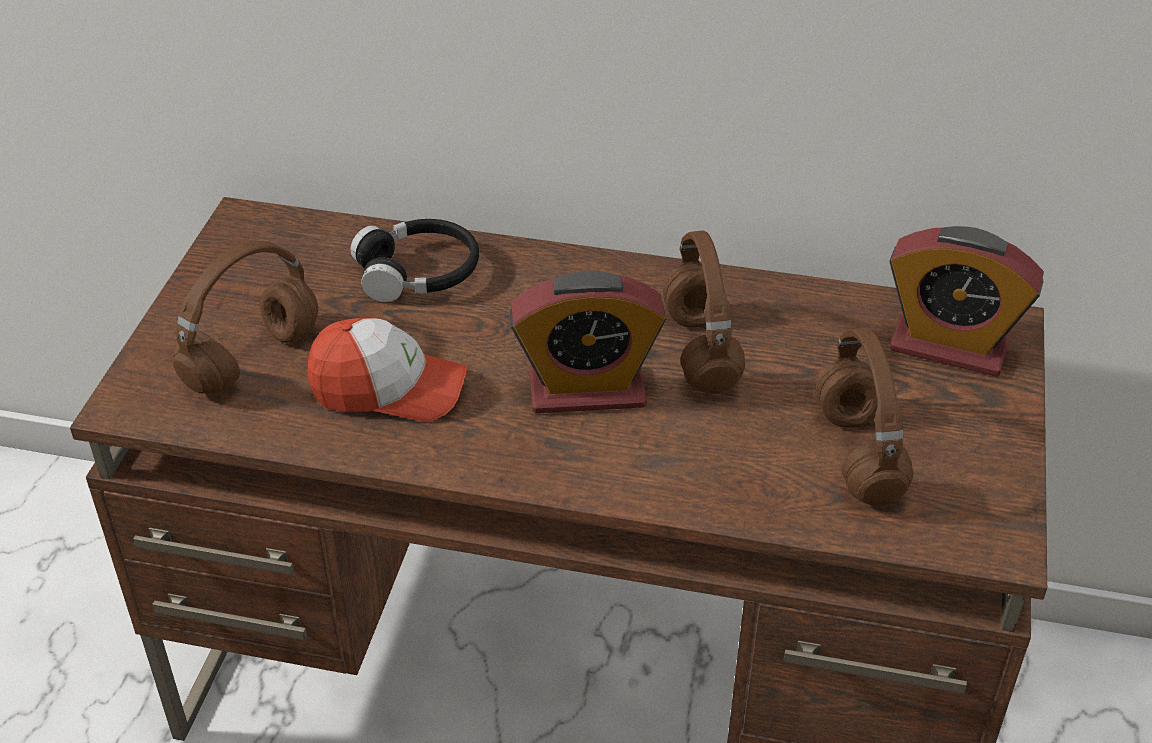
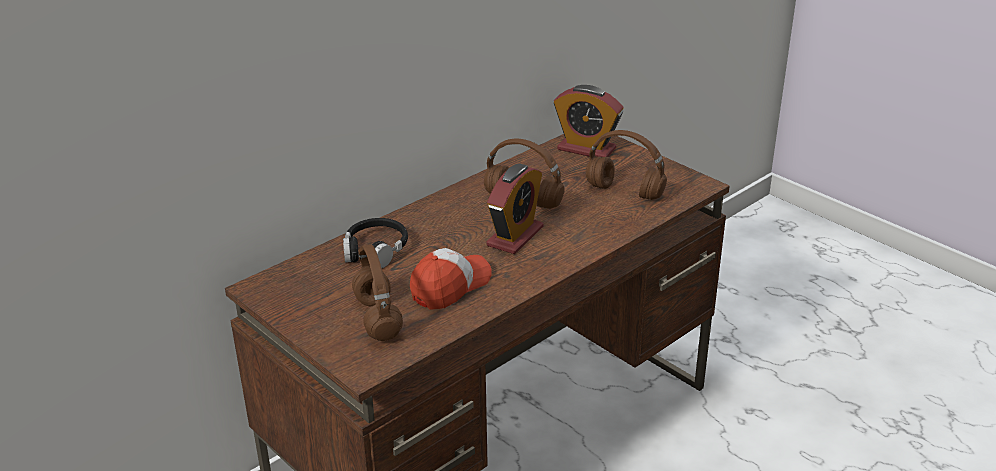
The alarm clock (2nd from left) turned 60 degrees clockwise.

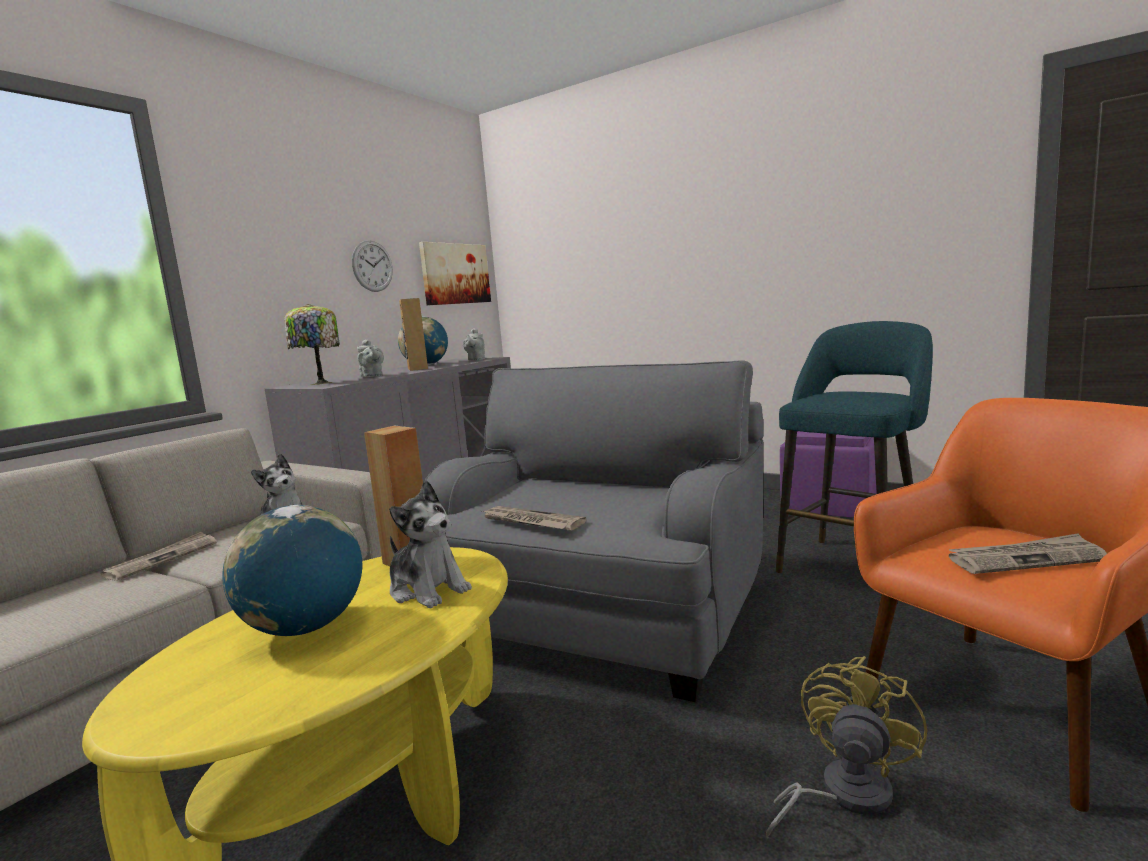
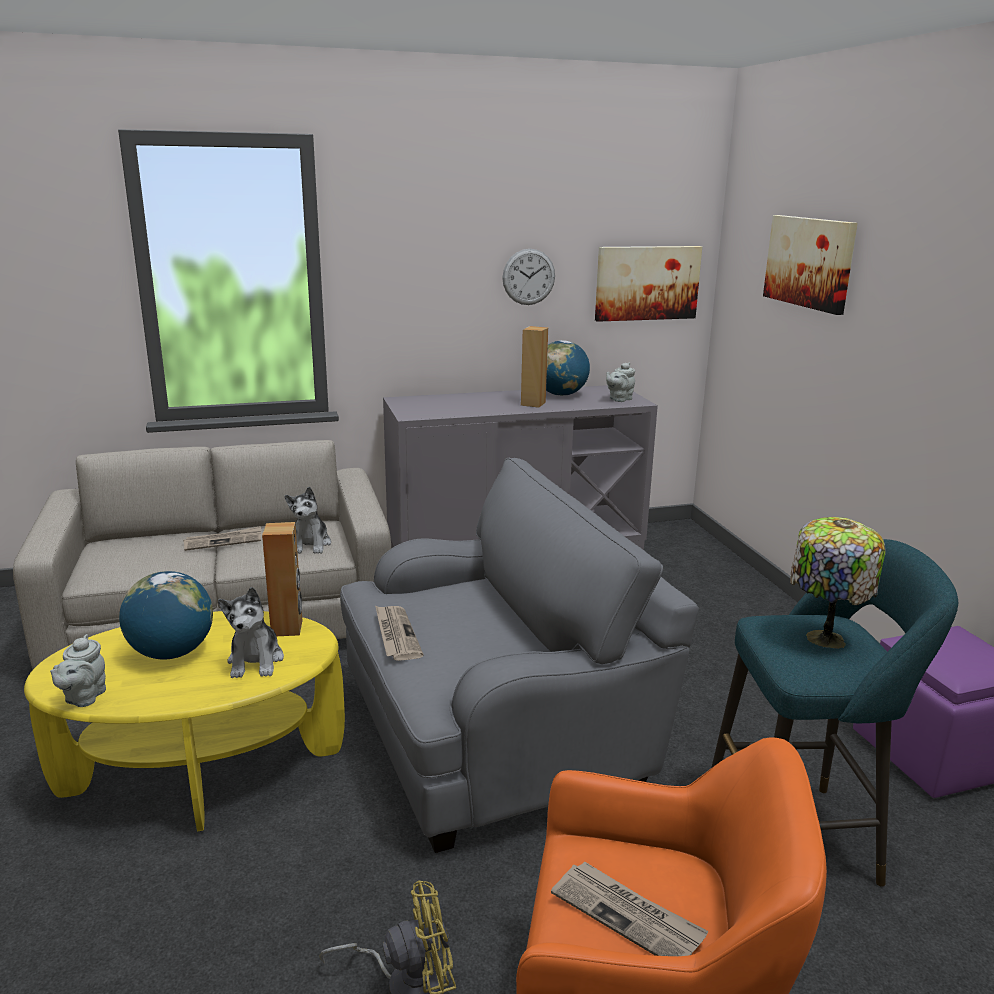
The grey teapot (1st from left) moved. The picture (2nd from left) appeared. The table lamp moved.

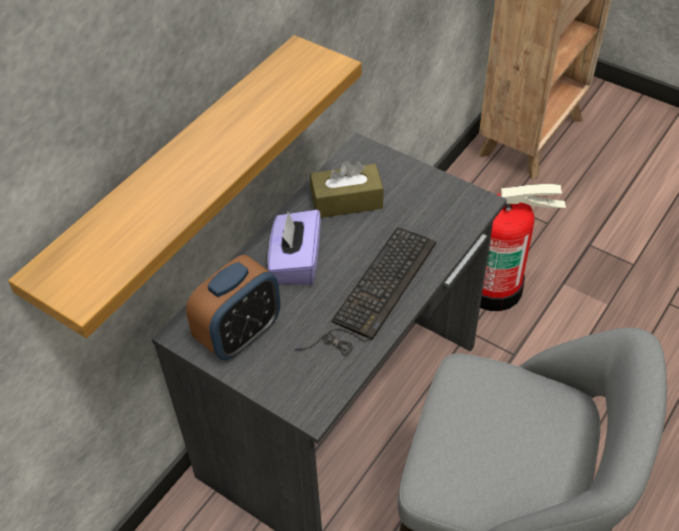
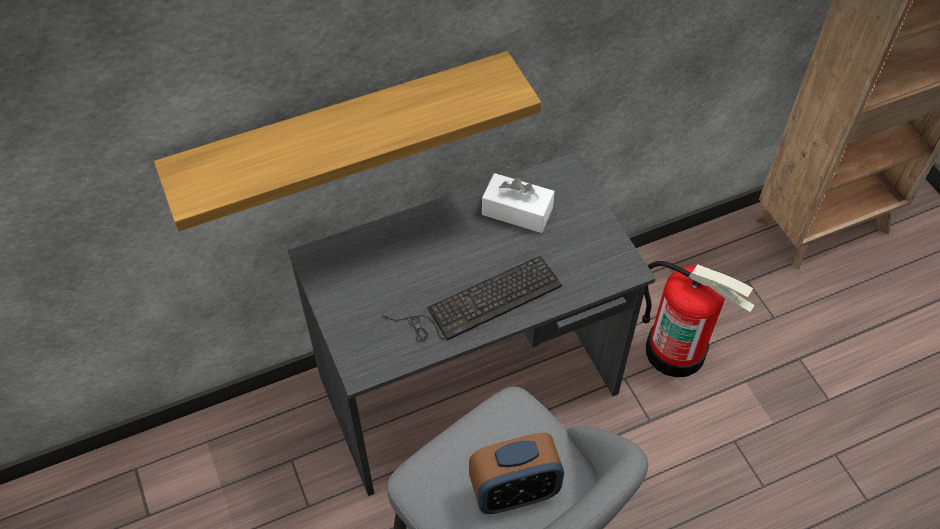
The alarm clock moved. The brown tissue box became the white tissue box. The purple tissue box disappeared.

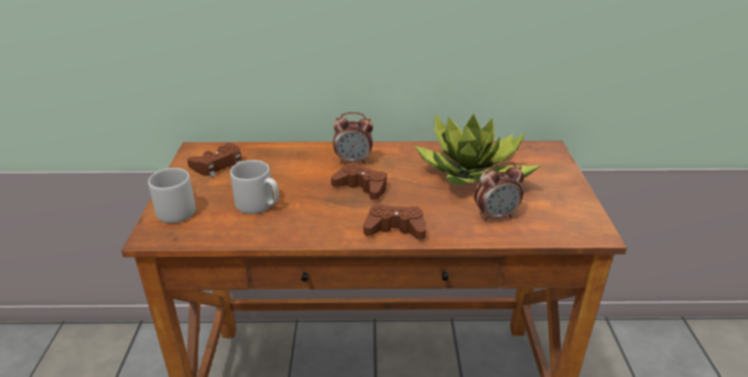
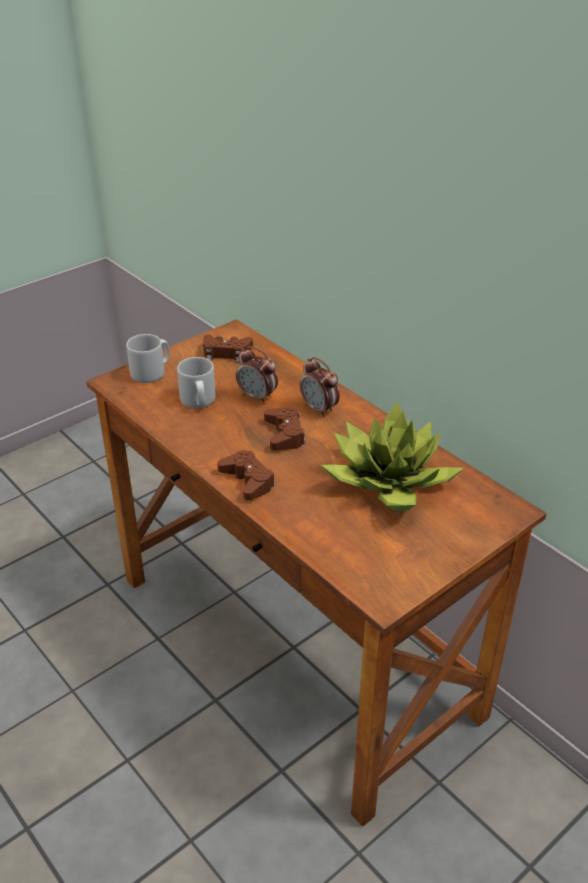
The alarm clock (2nd from left in the first image) moved.

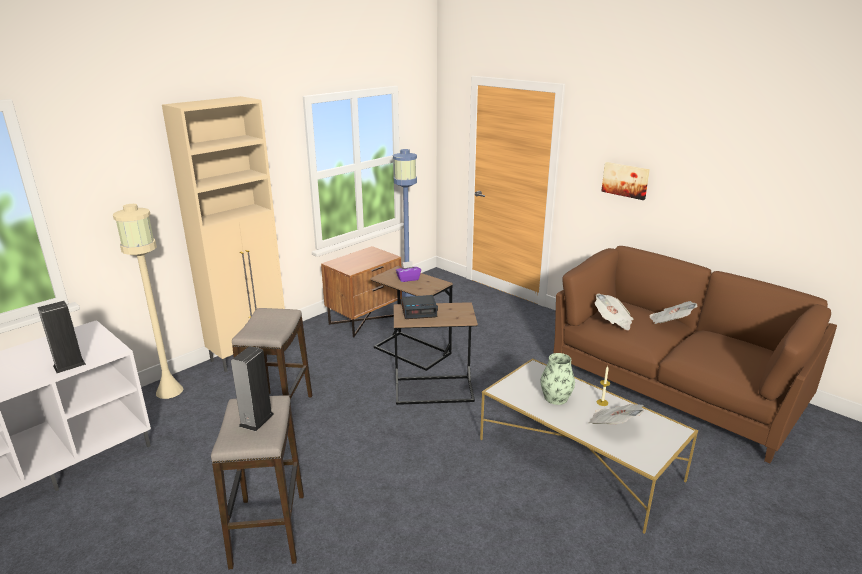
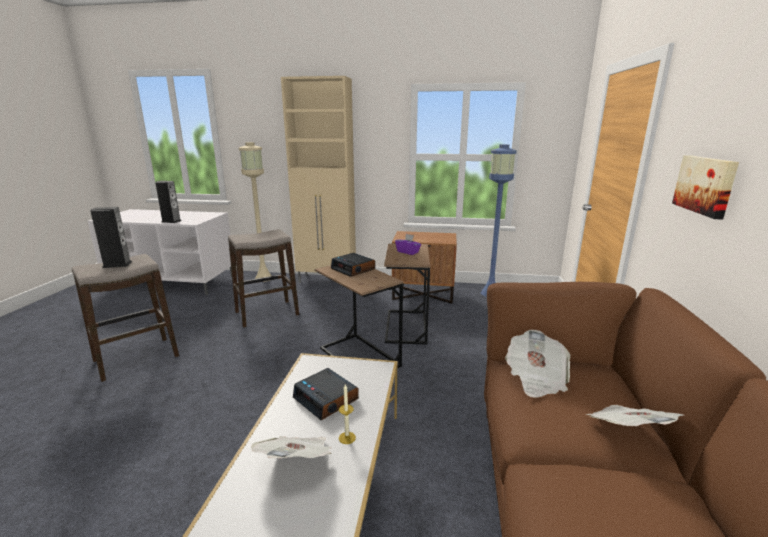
The vase was replaced by the alarm clock (1st from left).

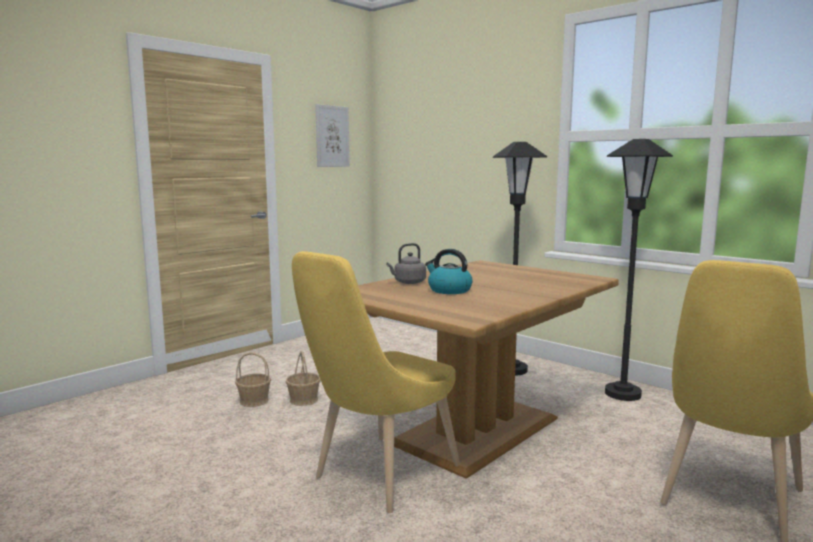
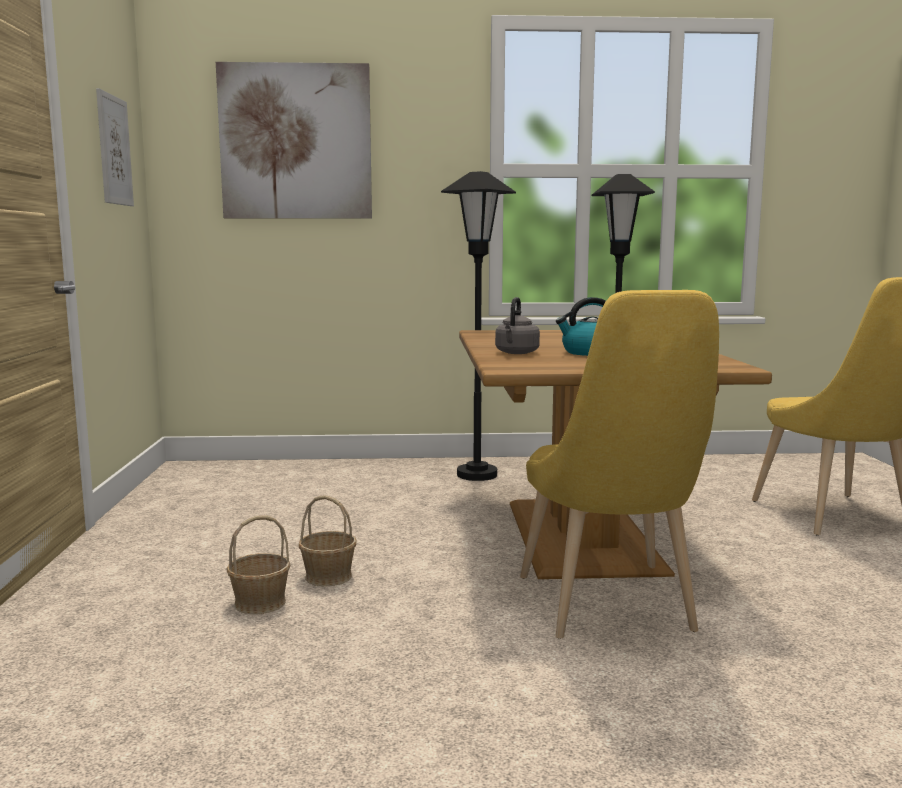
The picture (2nd from left) appeared.

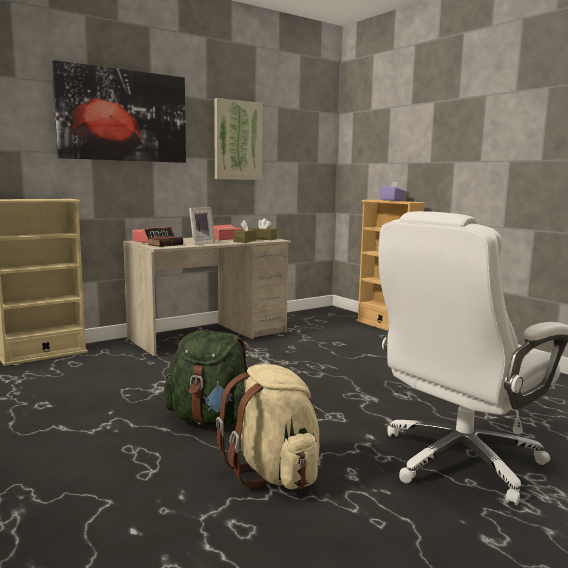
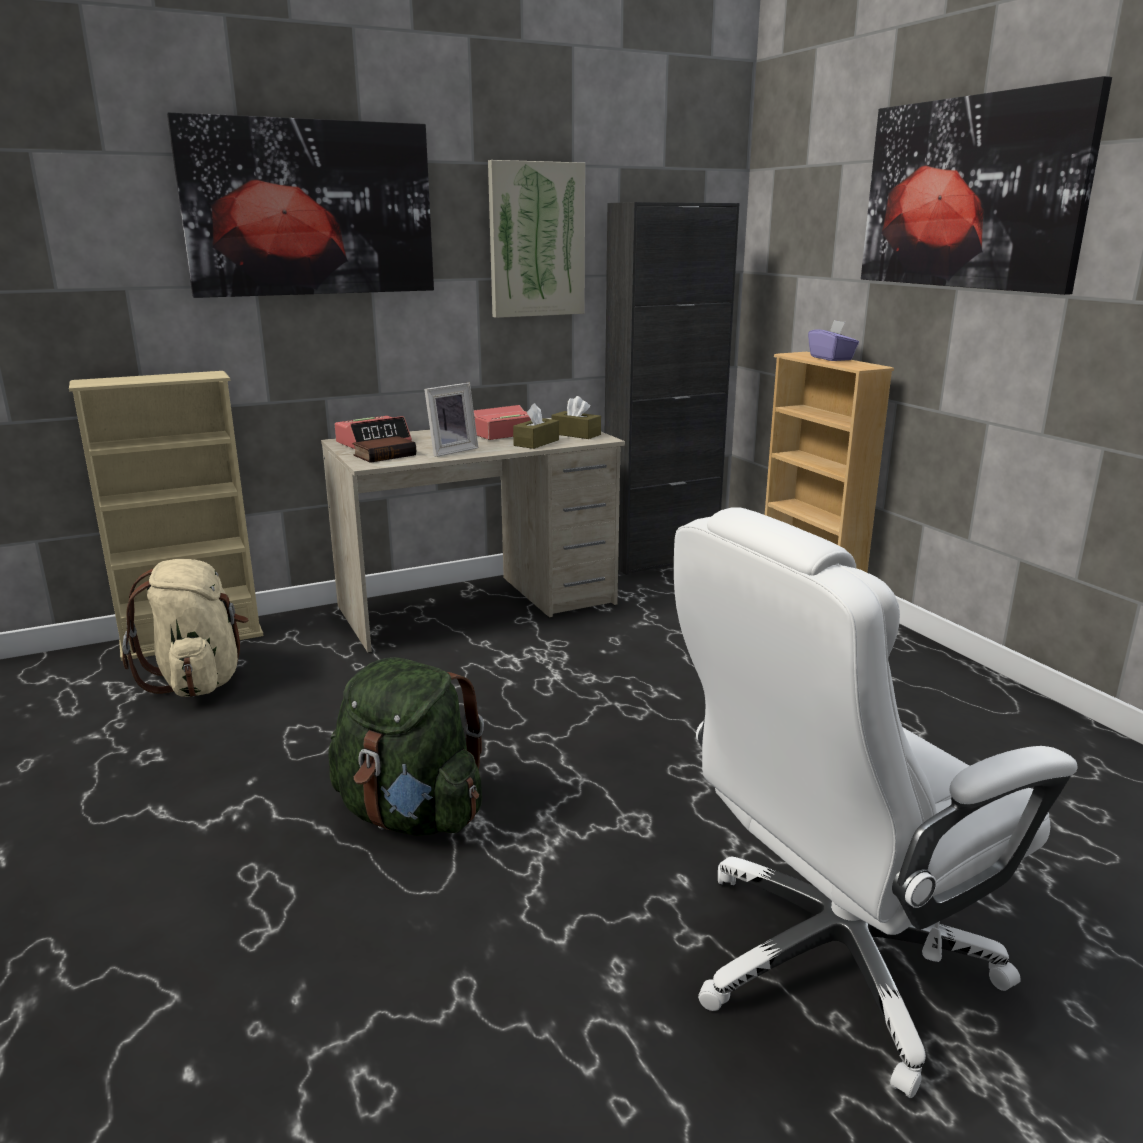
The beige backpack moved. The black cabinet appeared. The picture (3rd from left) appeared.

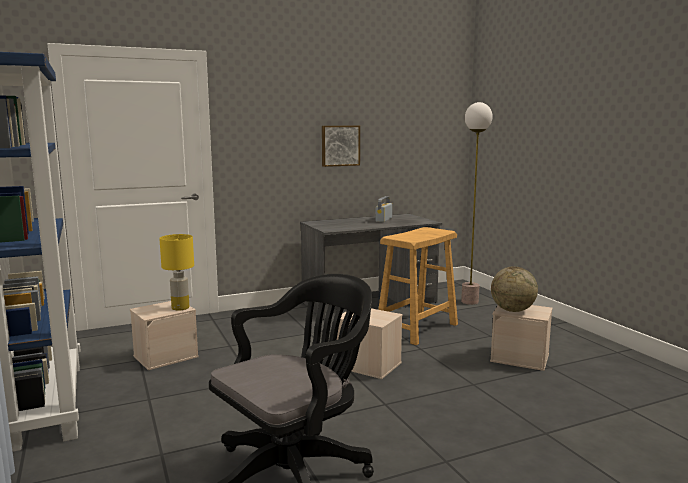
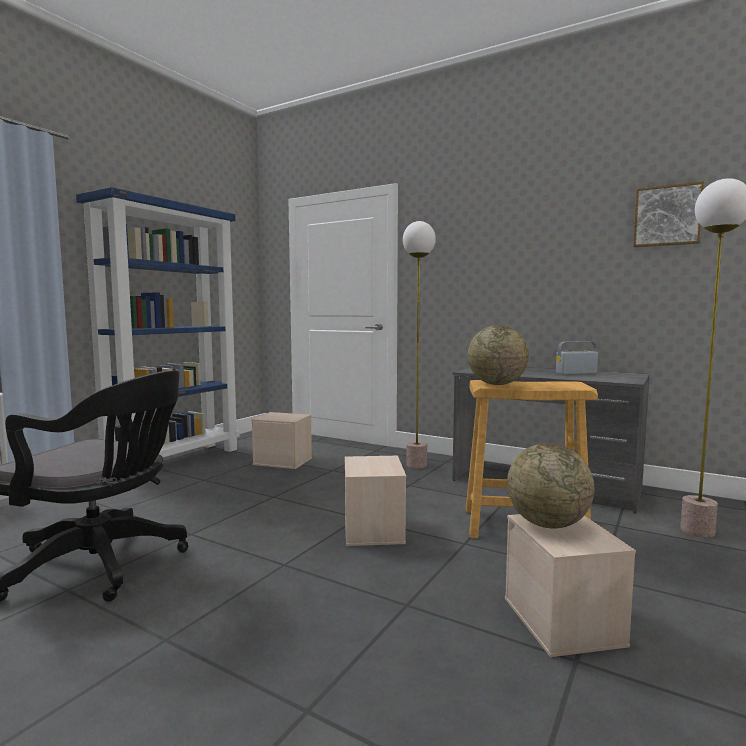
The floor lamp (1st from left) appeared. The globe (1st from left) appeared. The picture moved. The yellow table lamp disappeared.

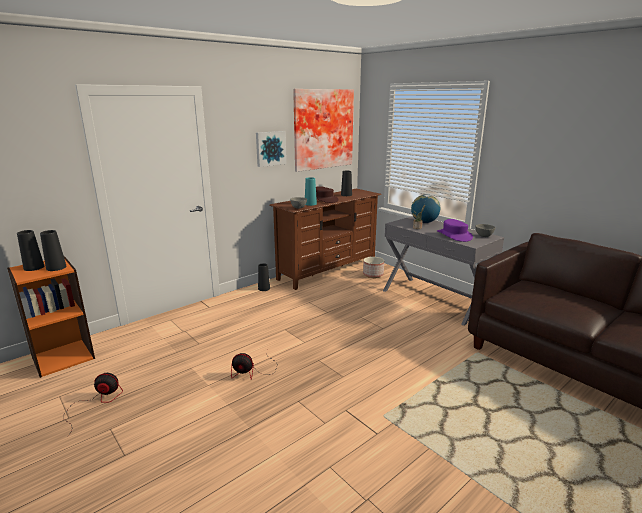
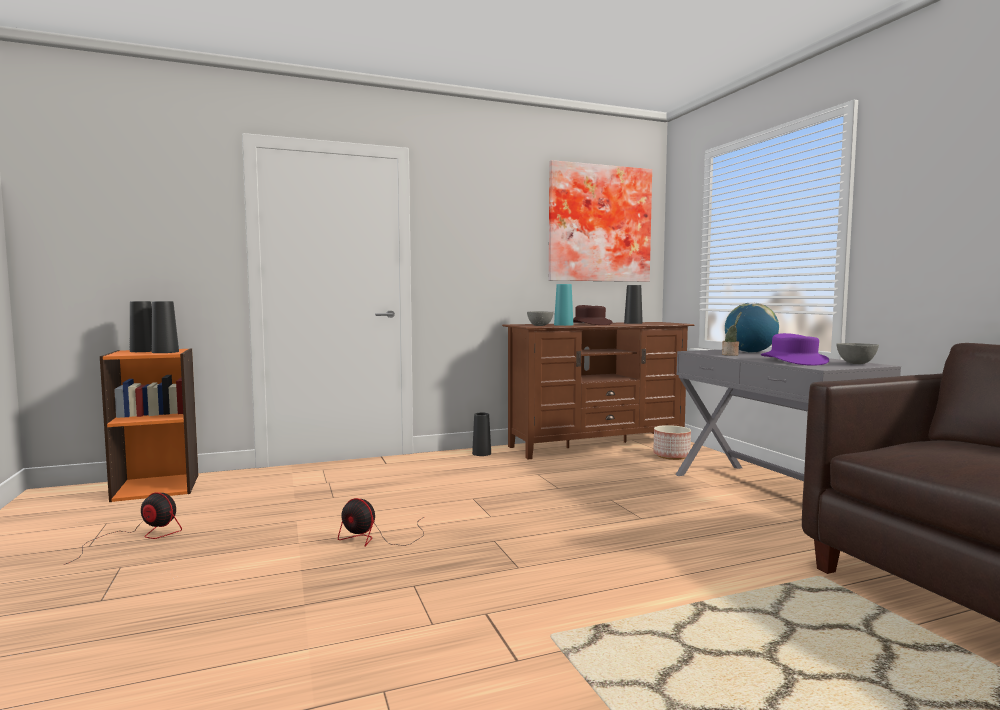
The picture (1st from left) disappeared.

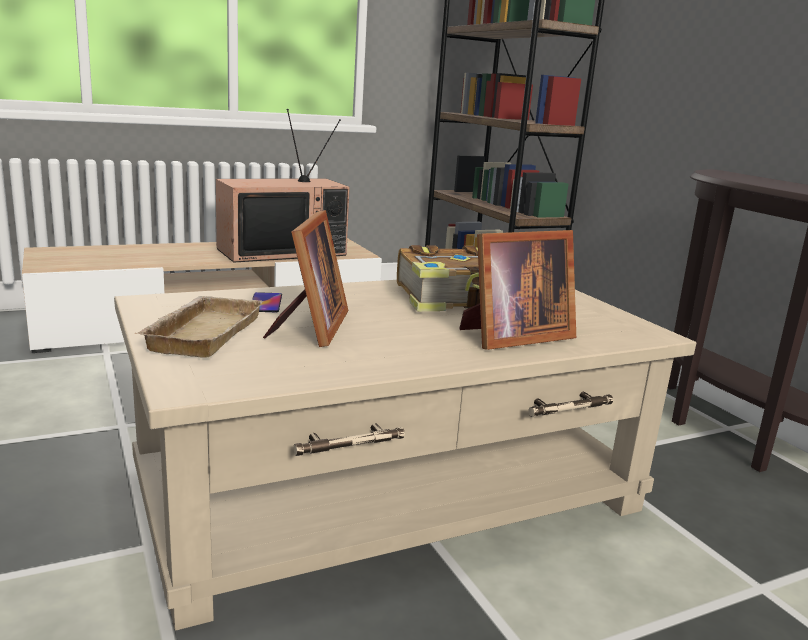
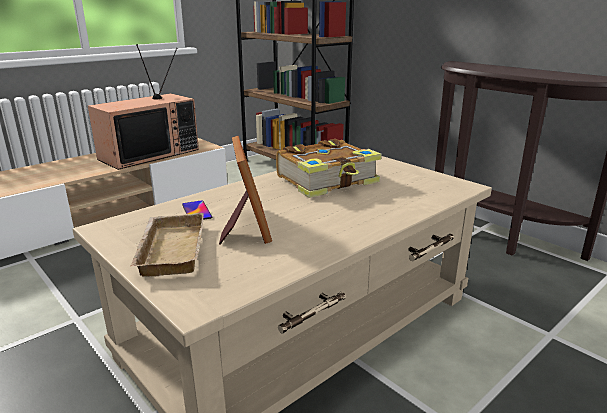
The picture frame (2nd from left) disappeared.

